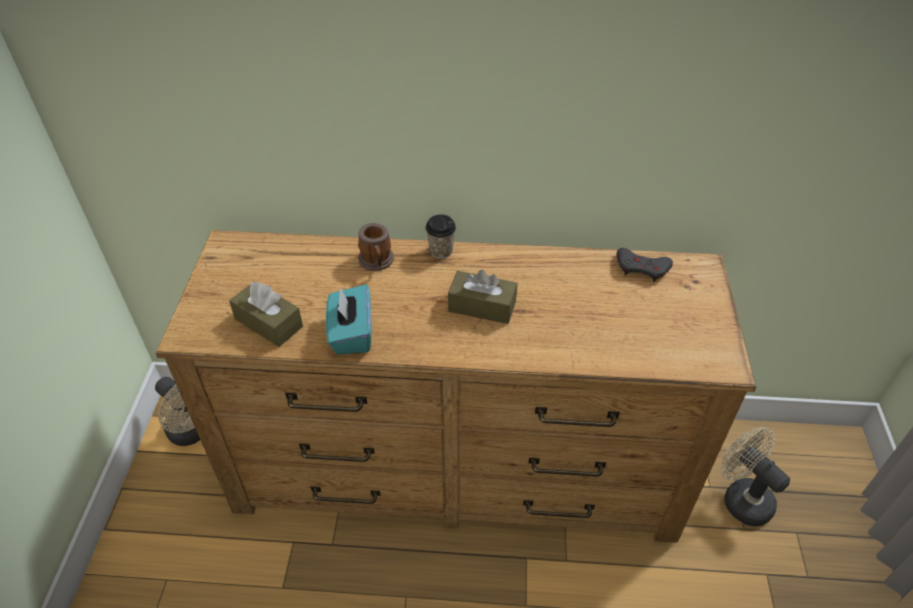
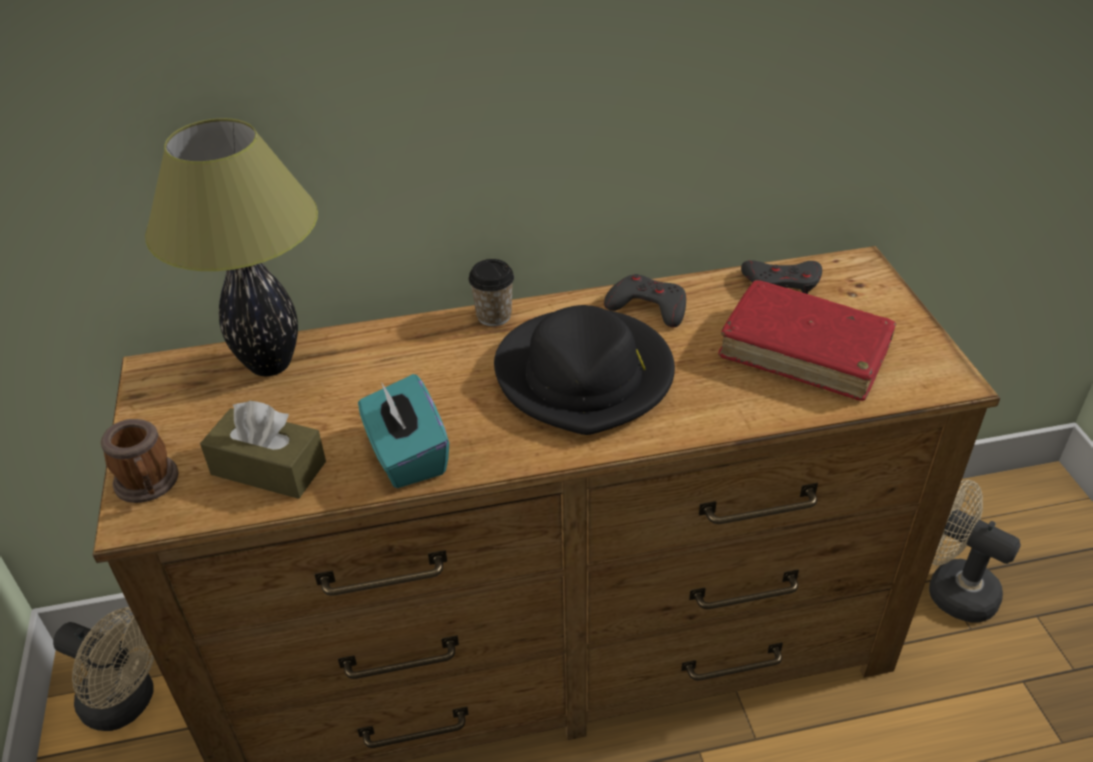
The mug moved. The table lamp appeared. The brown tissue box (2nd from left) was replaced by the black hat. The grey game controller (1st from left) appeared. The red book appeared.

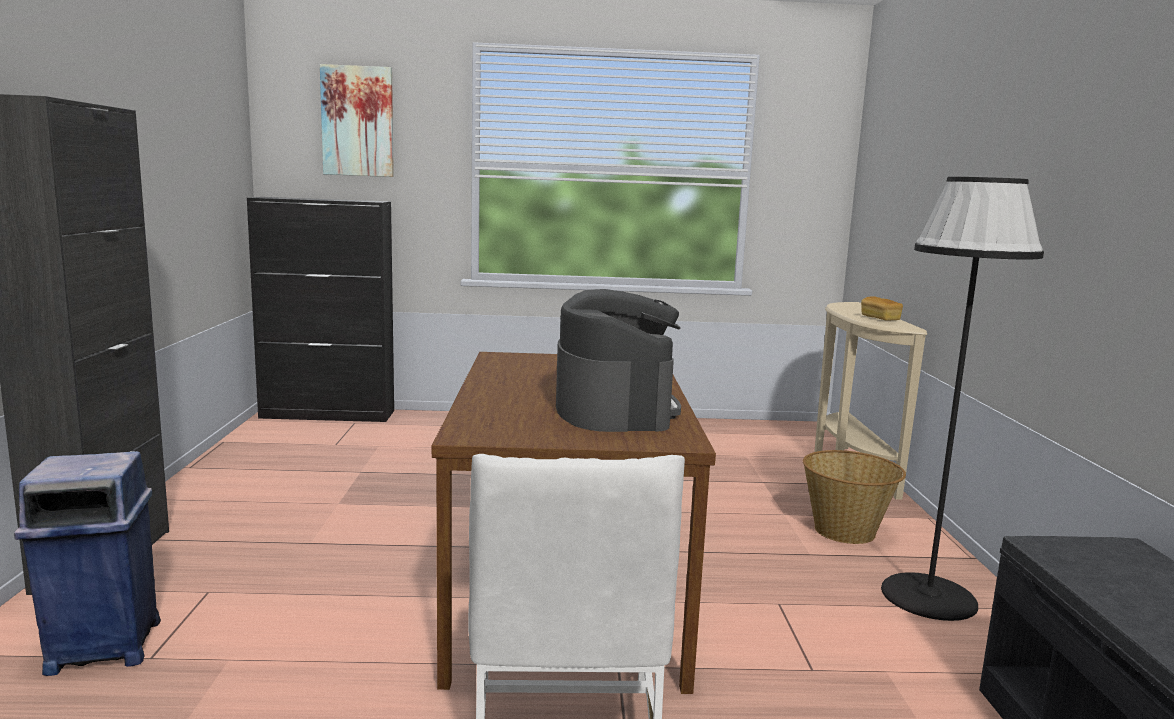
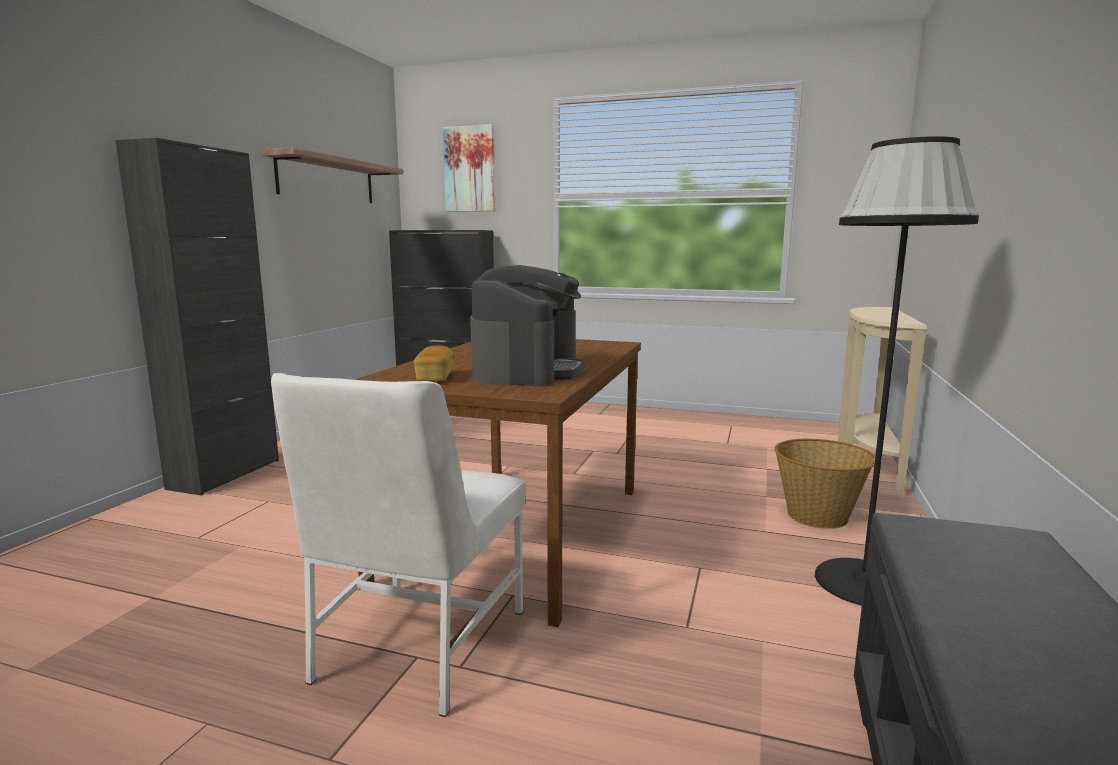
The shelf appeared. The bread moved. The blue trash can disappeared.

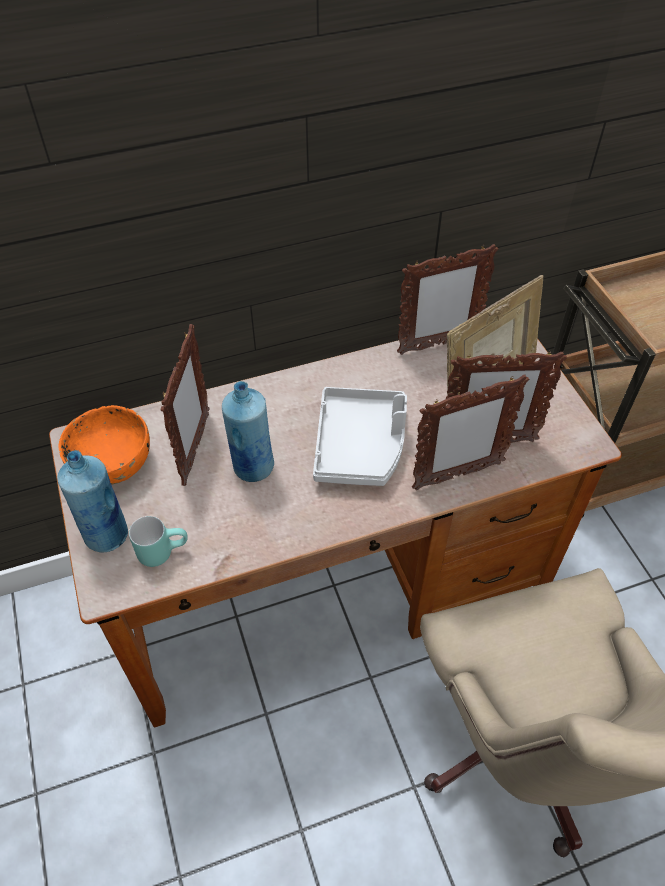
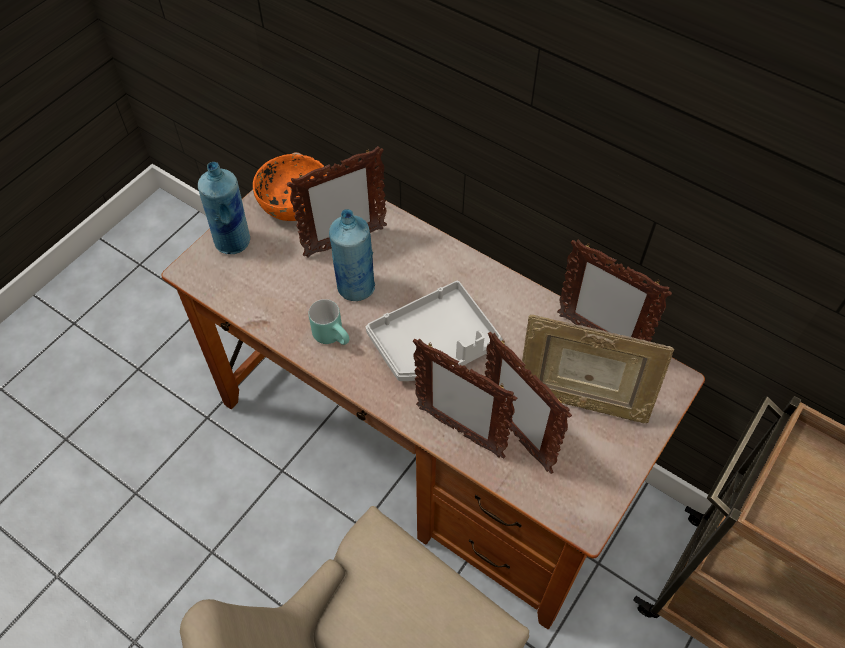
The turquoise mug moved.

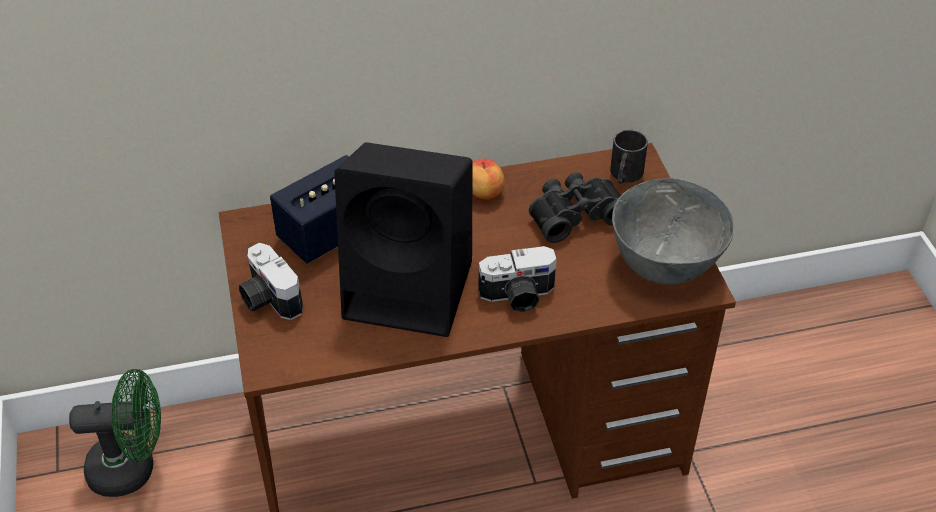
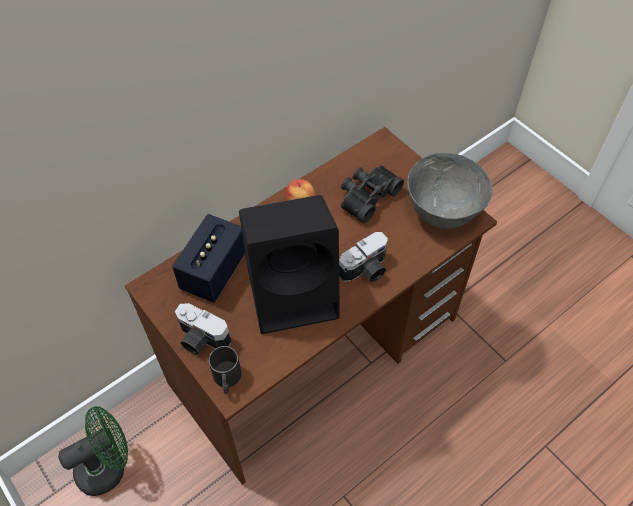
The black mug moved.

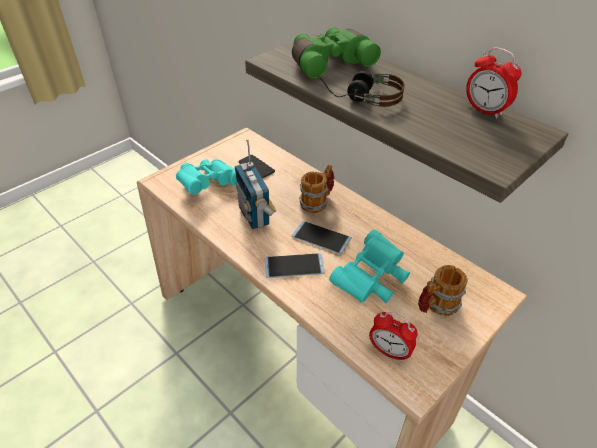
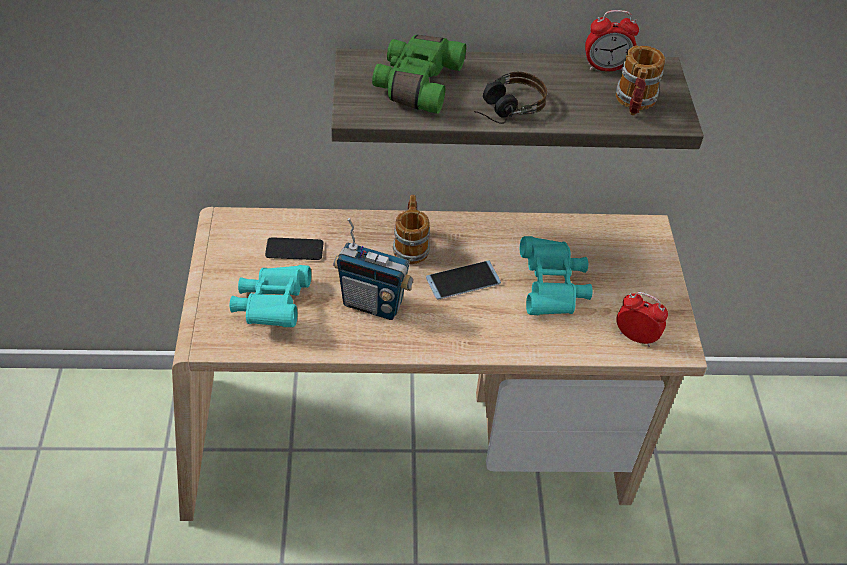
The mug (2nd from left) moved. The alarm clock (1st from left in the first image) turned 135 degrees counterclockwise. The phone (2nd from left) disappeared.

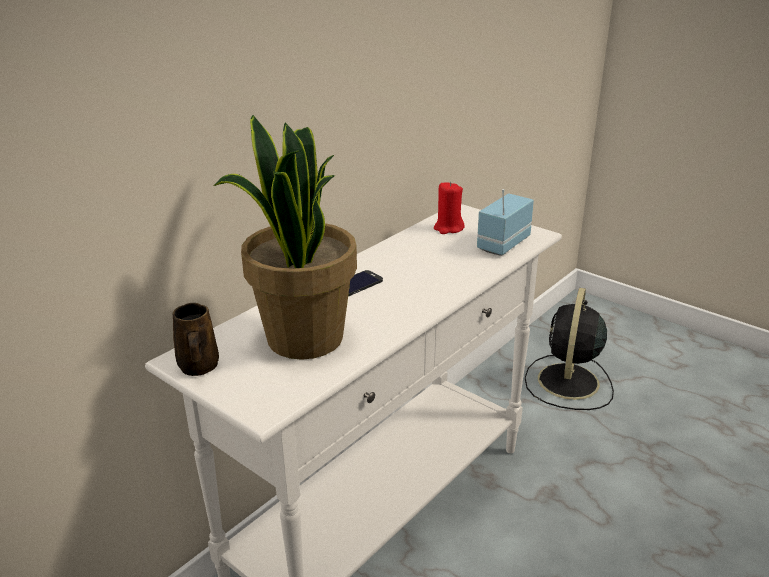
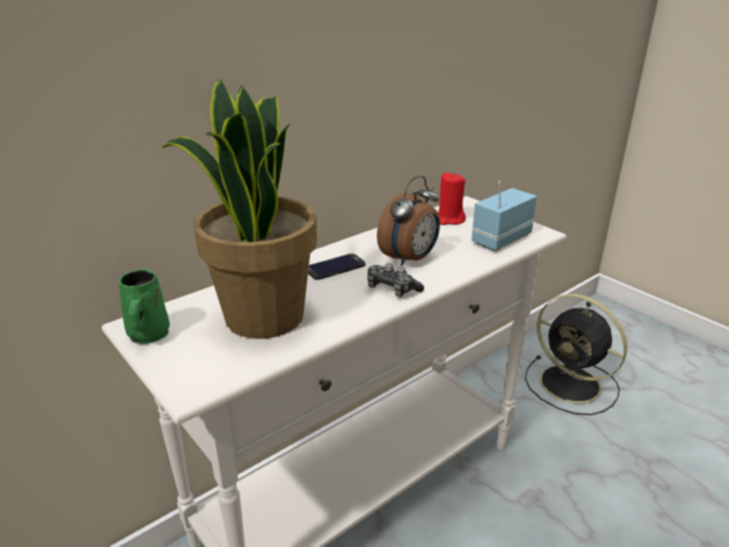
The brown mug became the green mug. The game controller appeared. The alarm clock appeared. The black fan turned 75 degrees counterclockwise.

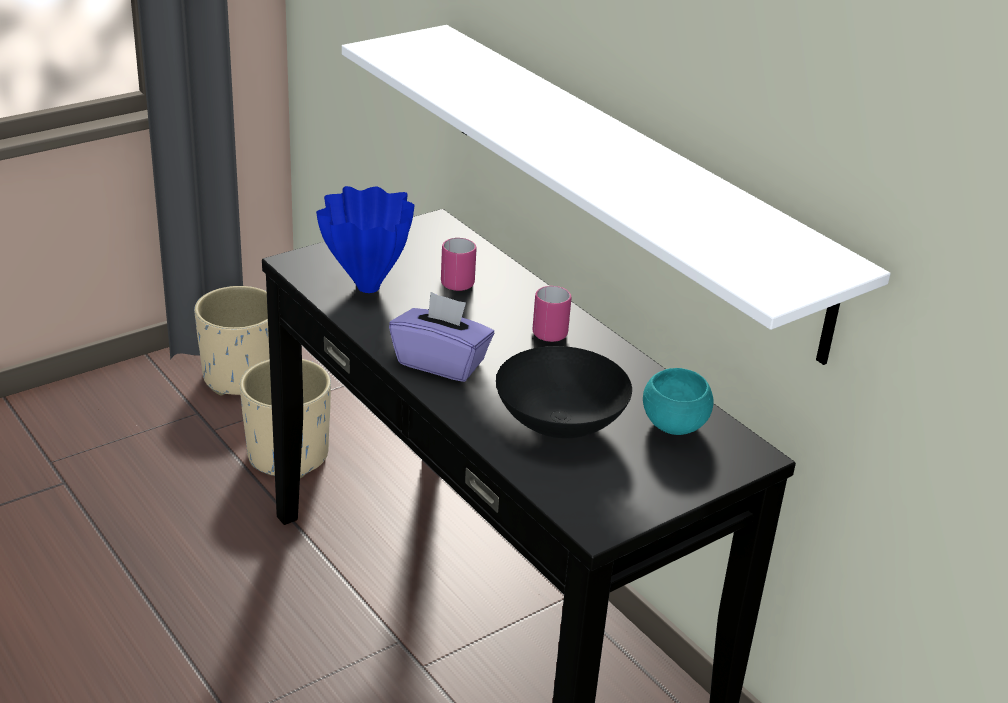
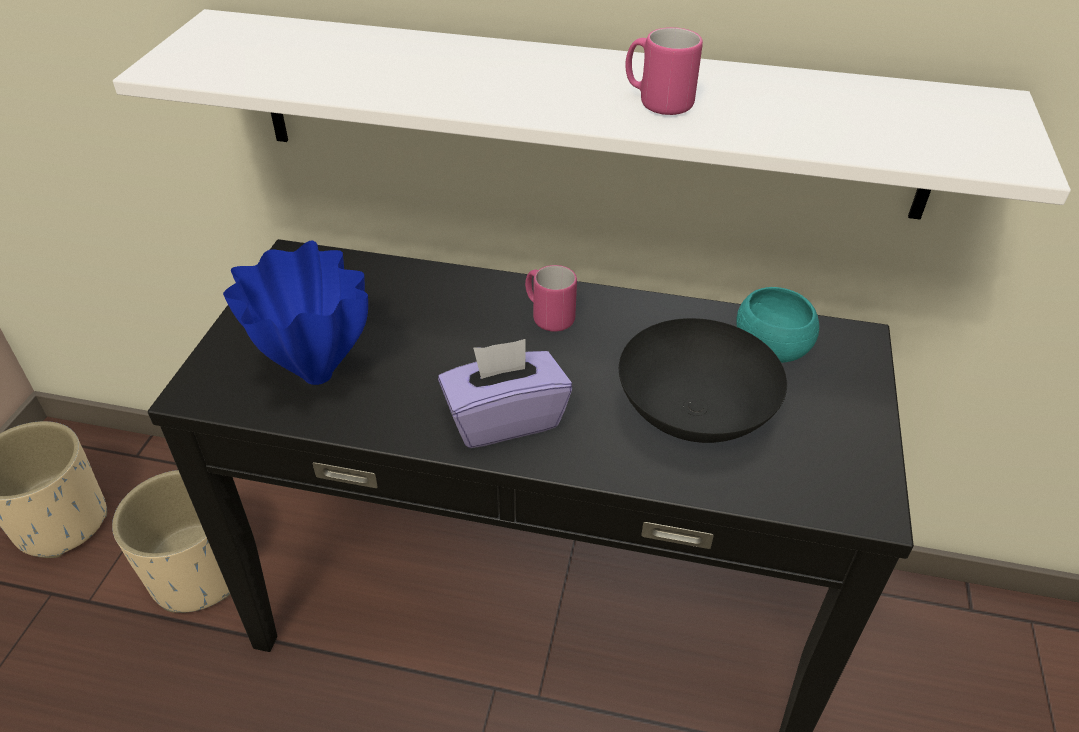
The pink mug (1st from left in the first image) moved.

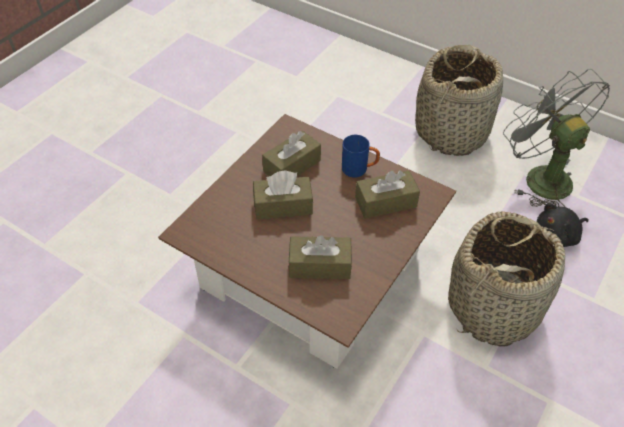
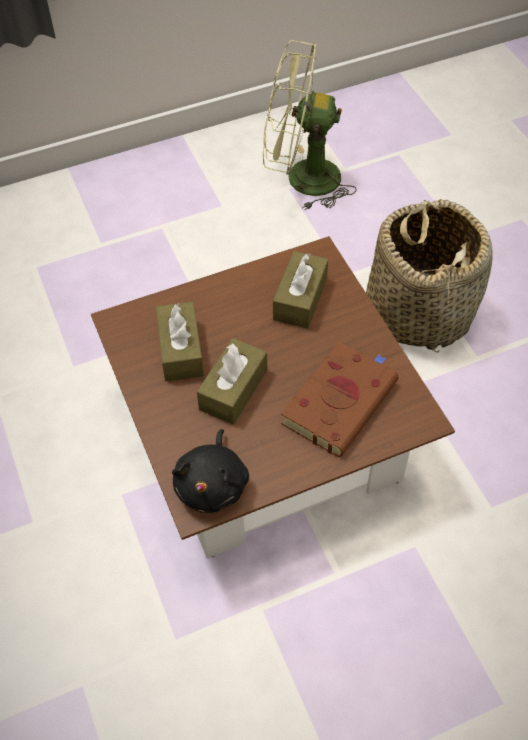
The black plush toy moved. The grey fan became the green fan. The brown tissue box (3rd from left) was replaced by the brown book. The blue mug disappeared. The basket (1st from left) disappeared.

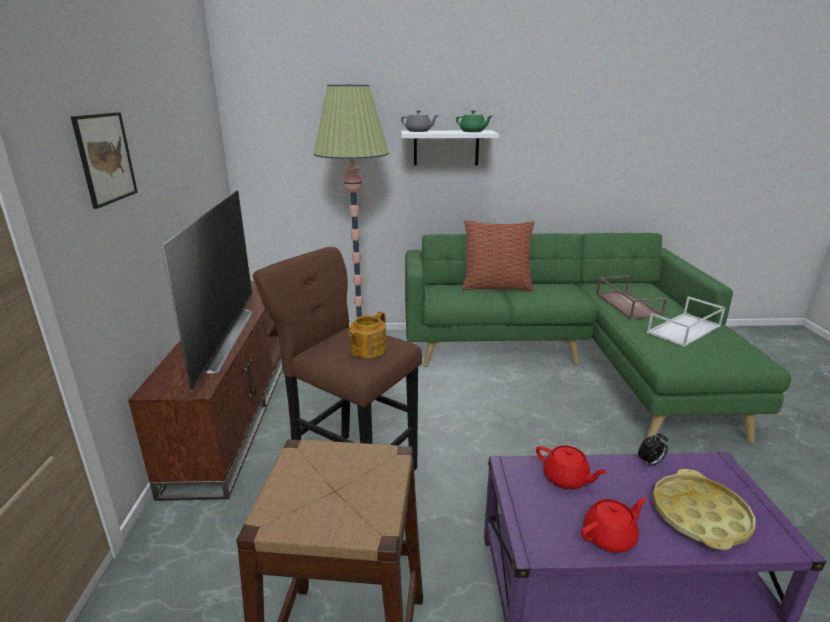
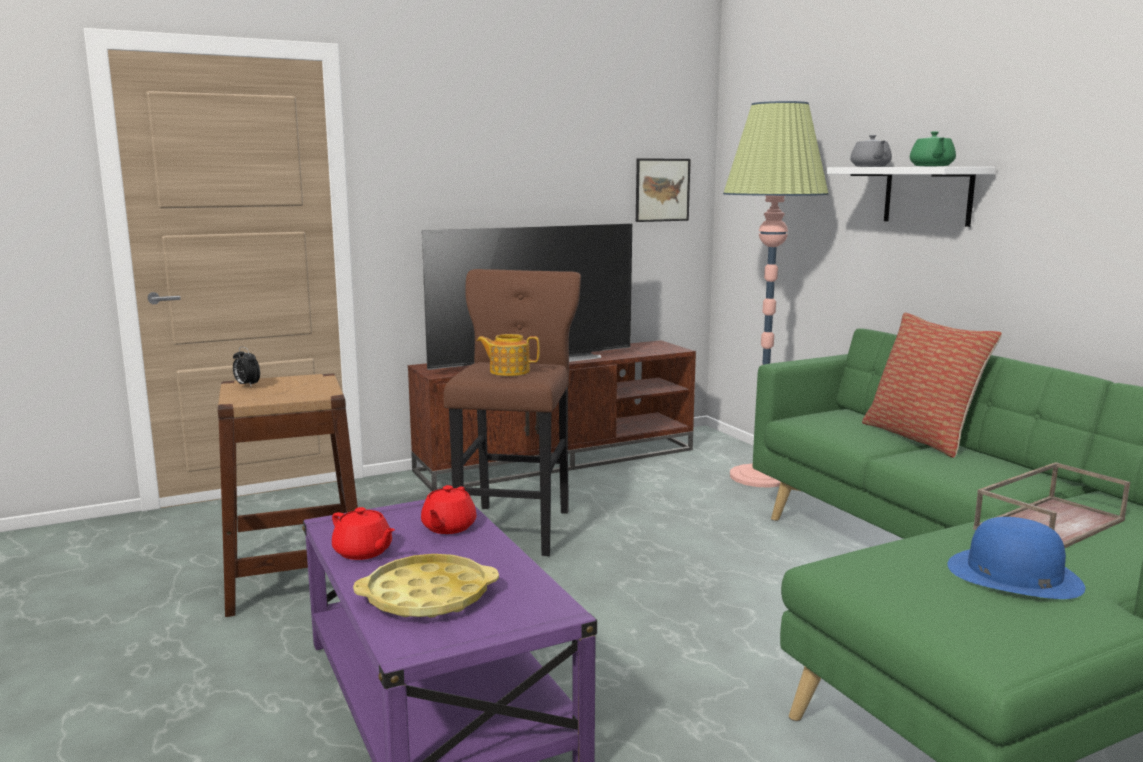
The alarm clock moved. The picture moved. The white tray was replaced by the blue hat.

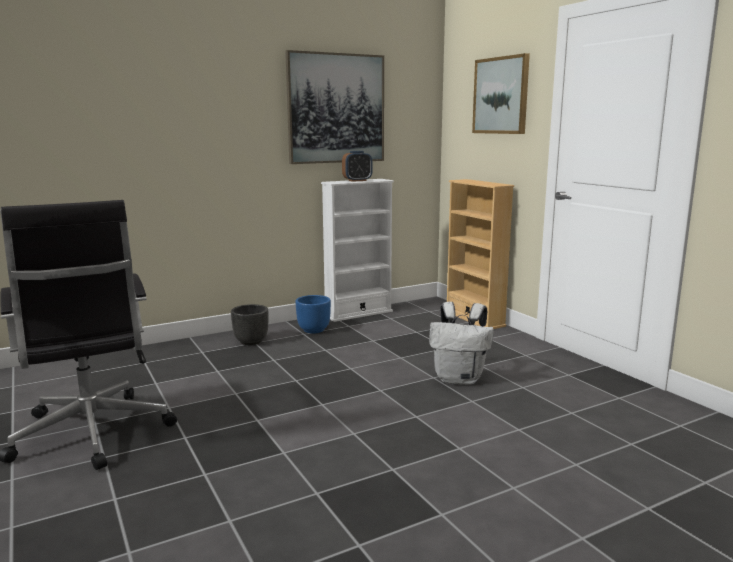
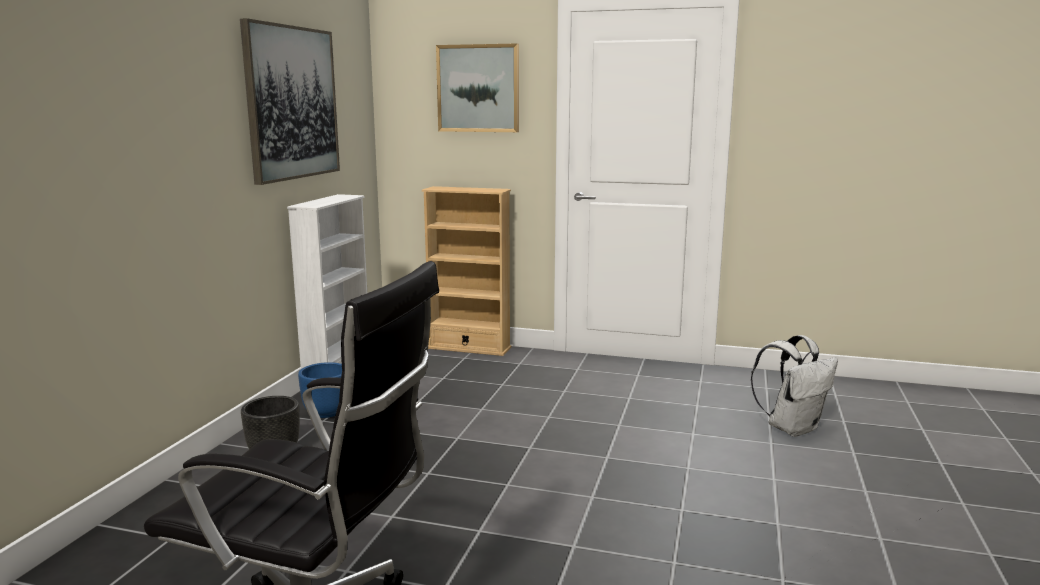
The white backpack moved. The alarm clock disappeared.

